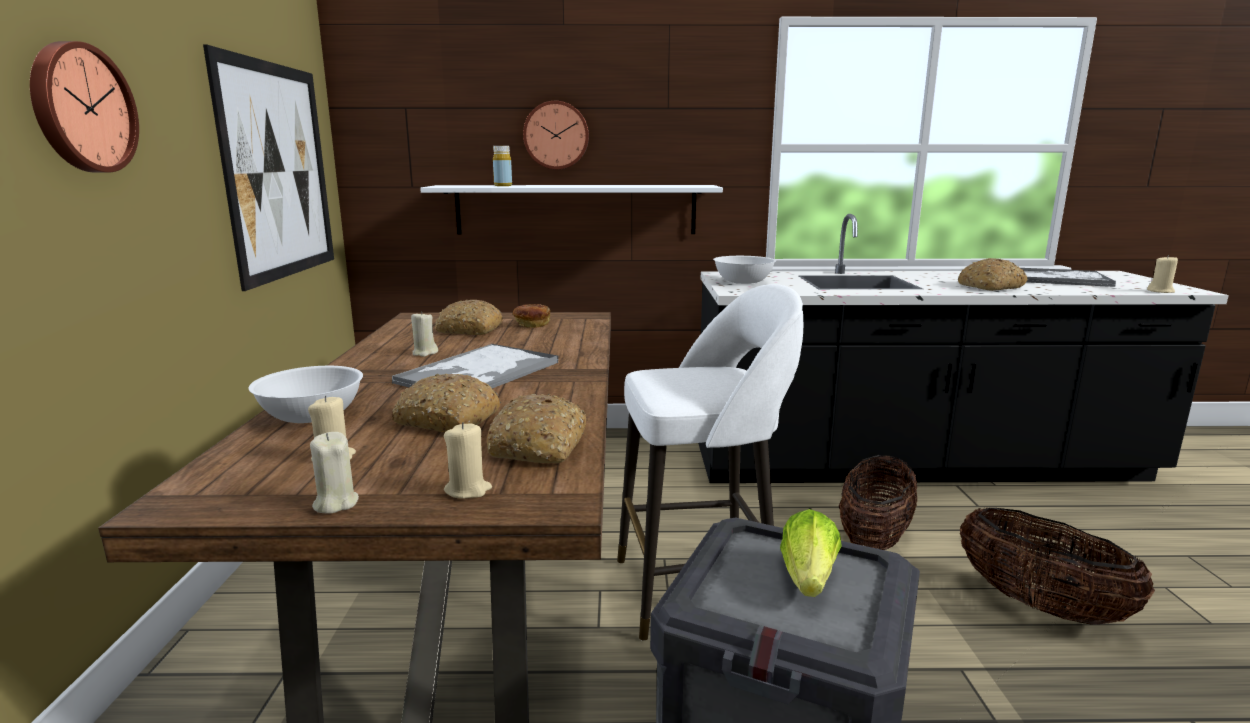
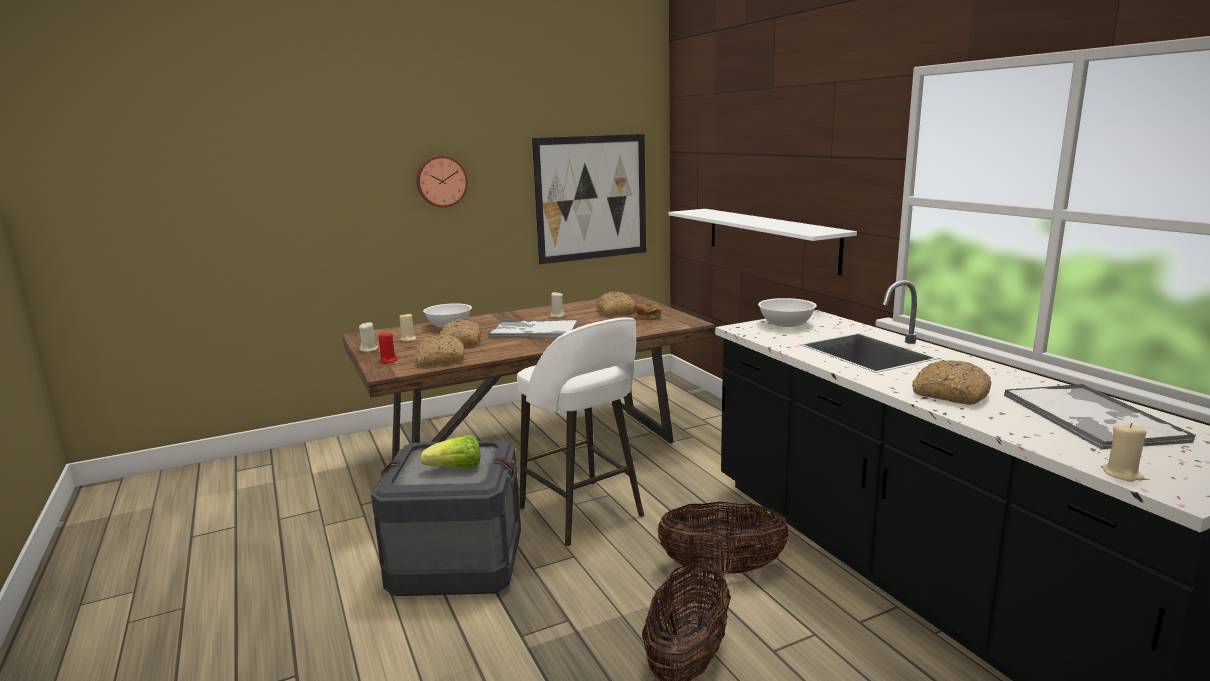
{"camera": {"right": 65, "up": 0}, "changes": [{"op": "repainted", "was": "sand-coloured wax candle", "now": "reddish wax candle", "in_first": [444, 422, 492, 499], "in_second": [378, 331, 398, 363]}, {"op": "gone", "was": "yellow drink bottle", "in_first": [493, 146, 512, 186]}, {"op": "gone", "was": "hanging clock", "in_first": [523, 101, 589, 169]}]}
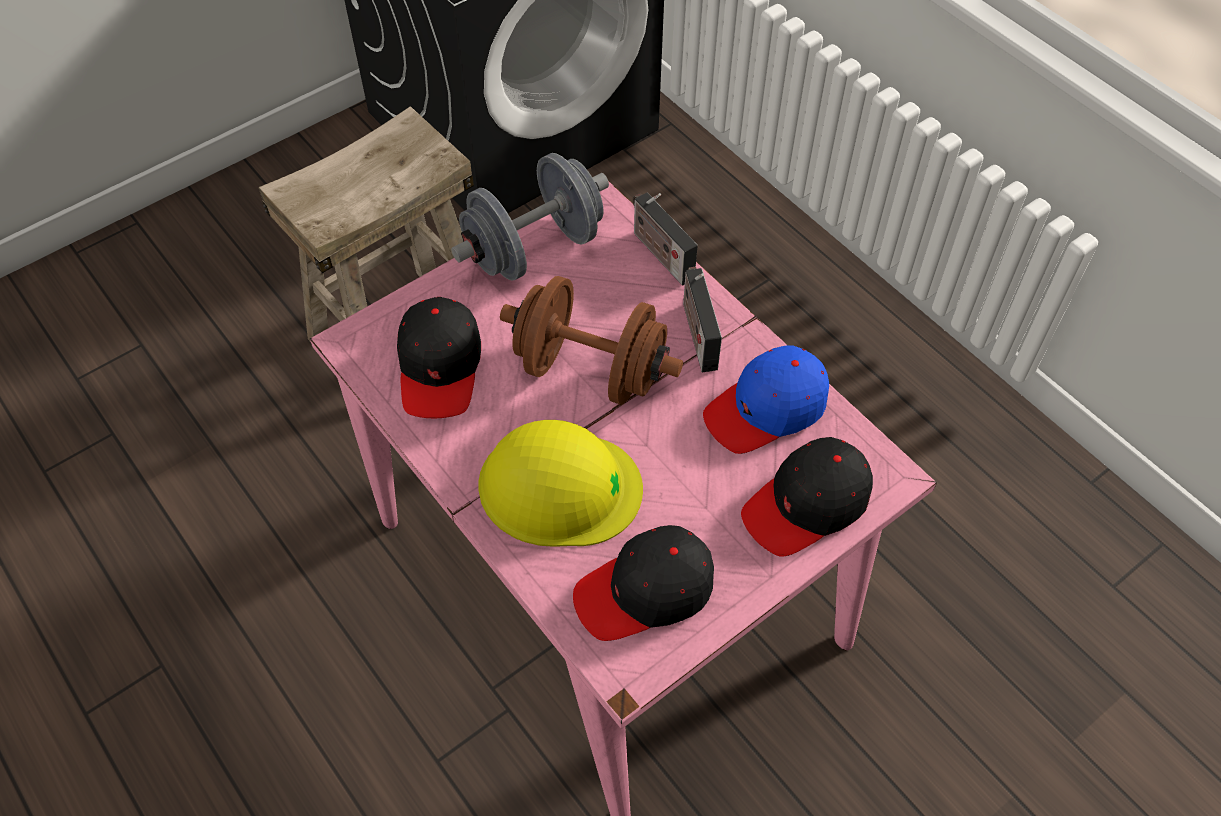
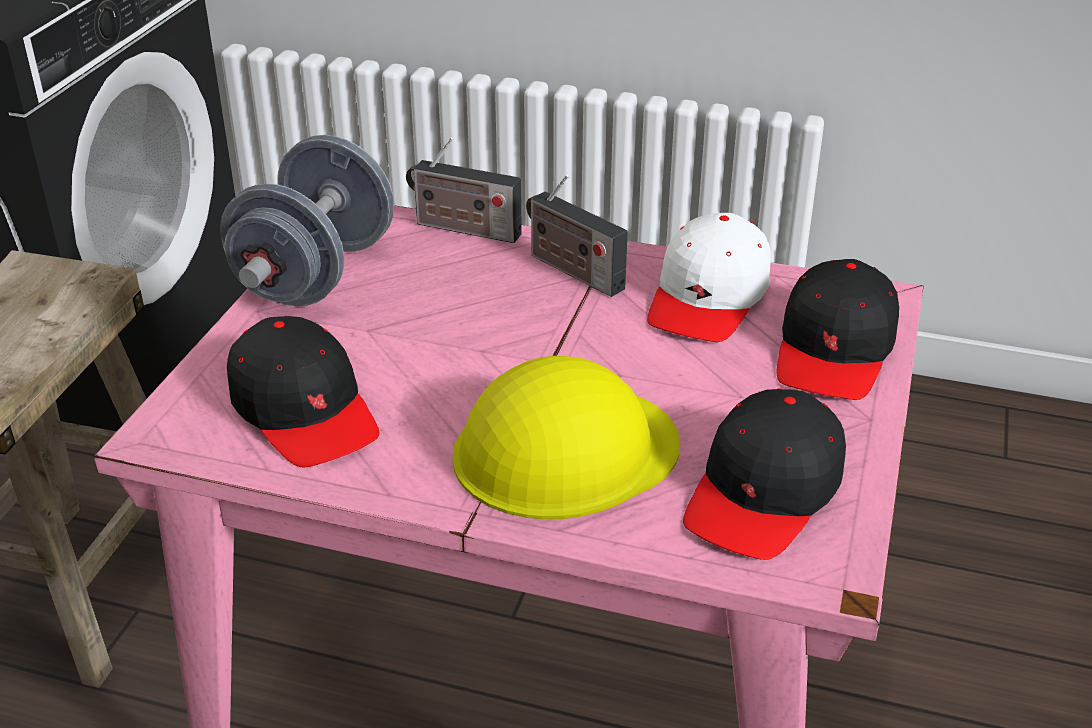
{"camera": {"right": -35, "up": -20}, "changes": [{"op": "gone", "was": "brownish free weight", "in_first": [500, 276, 683, 405]}, {"op": "repainted", "was": "bluish peaked cap", "now": "white peaked cap", "in_first": [703, 345, 829, 454], "in_second": [647, 213, 771, 342]}]}
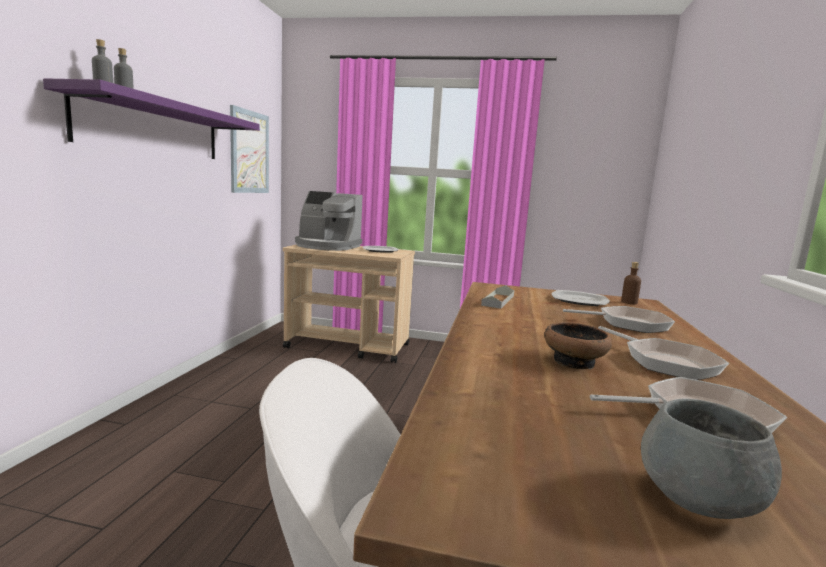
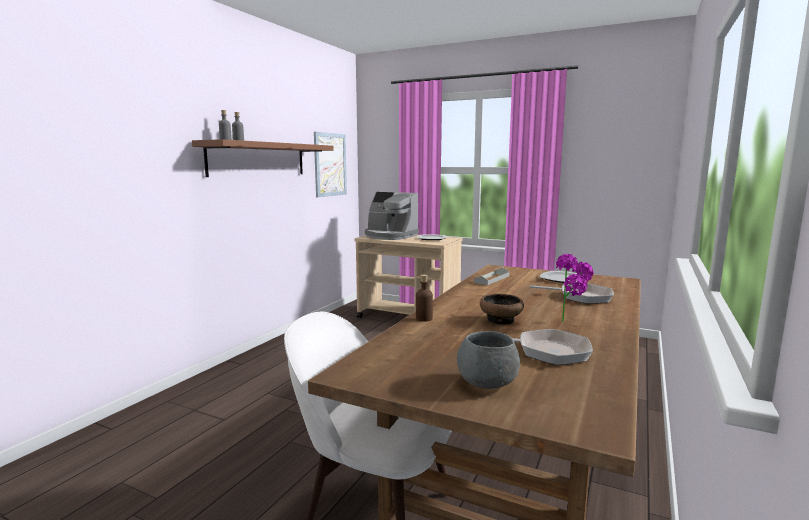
{"camera": {"right": 15, "up": 0}, "changes": [{"op": "repainted", "was": "purplish bracket shelf", "now": "brownish bracket shelf", "in_first": [43, 78, 260, 159], "in_second": [192, 139, 333, 177]}, {"op": "swapped", "was": "frying pan", "now": "potted plant", "in_first": [598, 326, 729, 380], "in_second": [556, 254, 594, 322]}, {"op": "shifted", "was": "brownish drink bottle", "in_first": [621, 262, 641, 304], "in_second": [416, 275, 433, 322]}]}
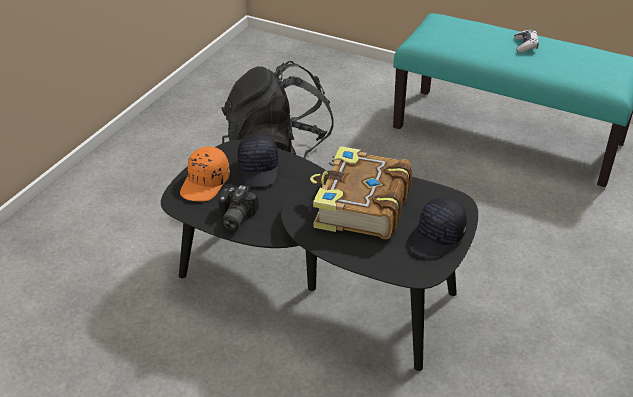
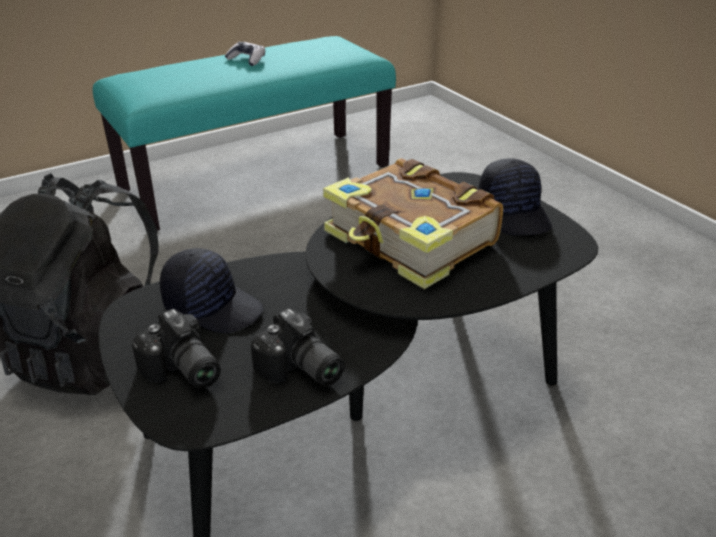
{"camera": {"right": -60, "up": -5}, "changes": [{"op": "swapped", "was": "orange-coloured peaked cap", "now": "photo camera", "in_first": [180, 146, 230, 201], "in_second": [132, 309, 221, 389]}]}
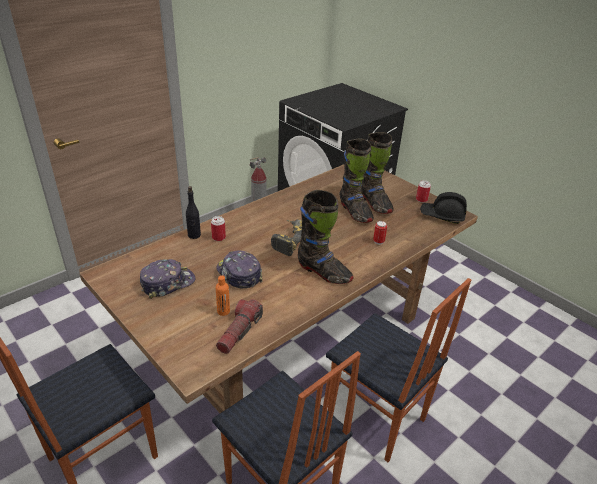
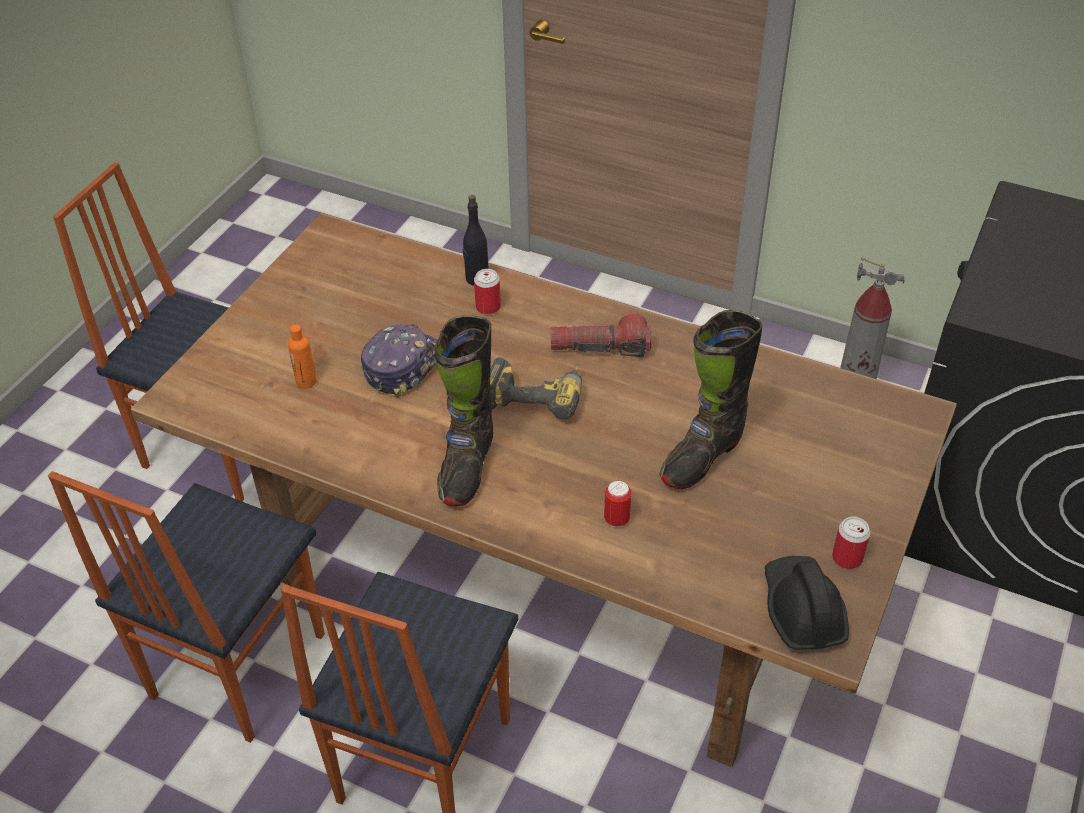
{"camera": {"right": 70, "up": 10}, "changes": [{"op": "gone", "was": "peaked cap", "in_first": [140, 259, 195, 299]}, {"op": "shifted", "was": "hand torch", "in_first": [216, 299, 263, 354], "in_second": [550, 314, 652, 357]}, {"op": "gone", "was": "blackish high-top boot", "in_first": [362, 132, 394, 214]}]}
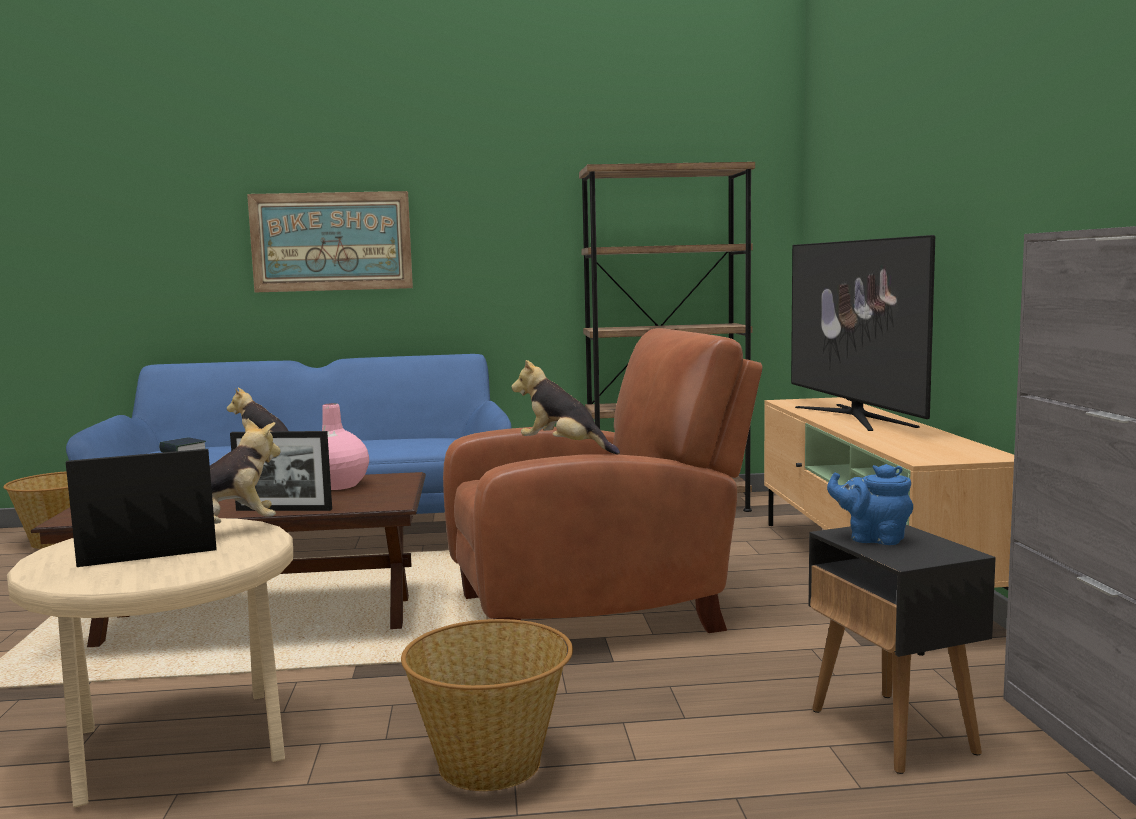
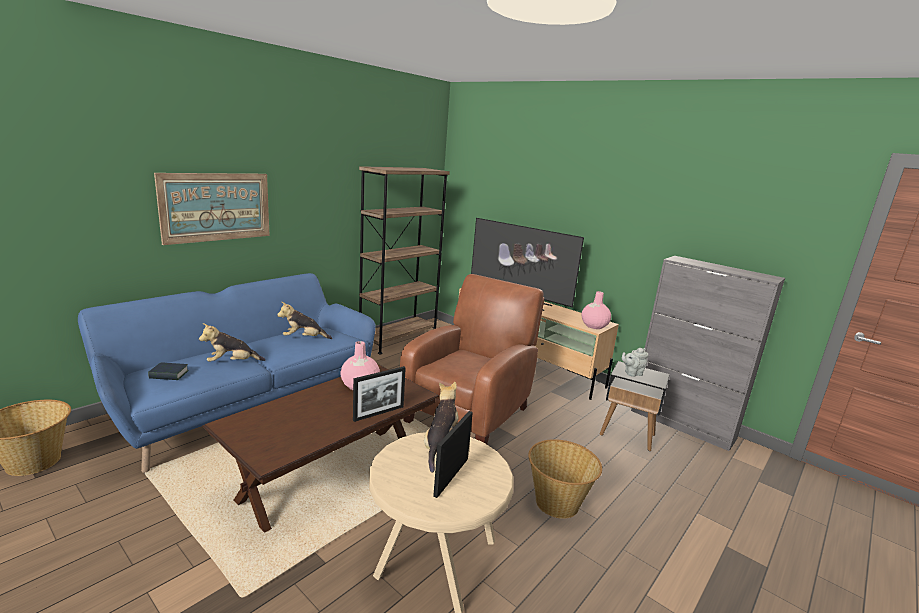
{"camera": {"right": -45, "up": 10}, "changes": [{"op": "shifted", "was": "plush toy", "in_first": [511, 360, 620, 454], "in_second": [277, 302, 332, 339]}, {"op": "repainted", "was": "bluish tea pot", "now": "grey tea pot", "in_first": [827, 464, 913, 545], "in_second": [622, 348, 648, 377]}, {"op": "new", "now": "pinkish decorative vase", "in_second": [581, 291, 611, 329]}]}
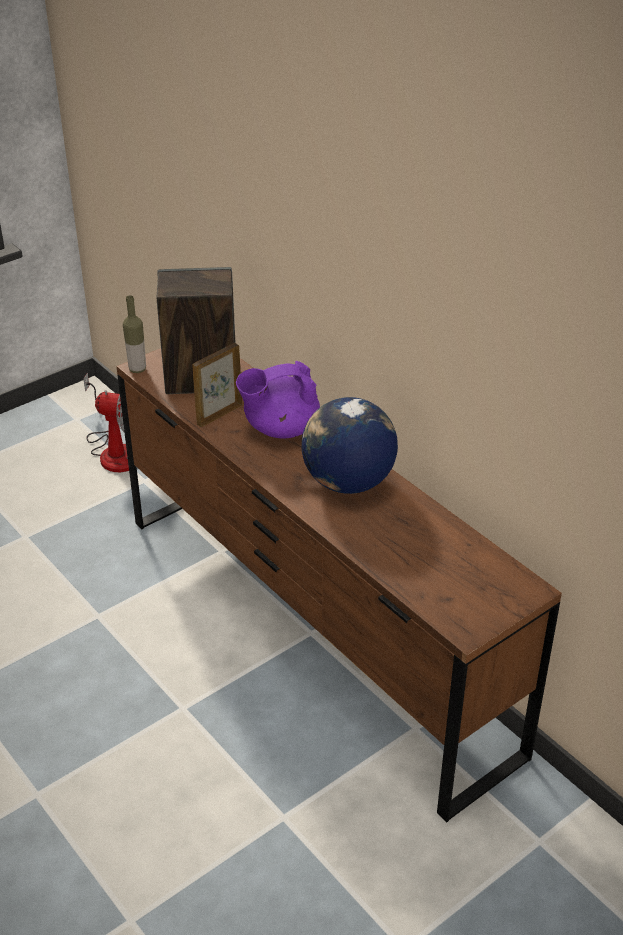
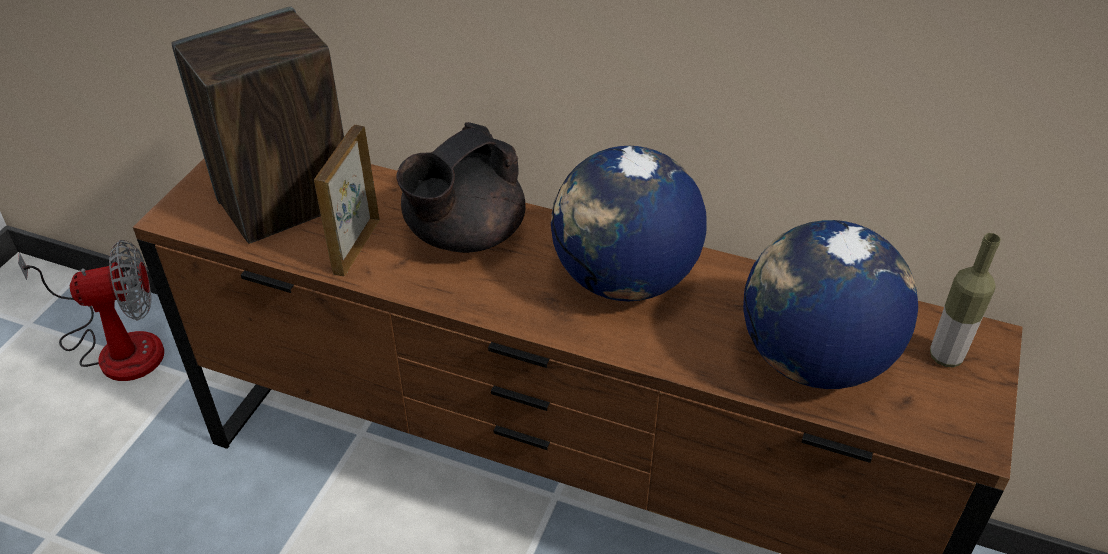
{"camera": {"right": -30, "up": 5}, "changes": [{"op": "shifted", "was": "drink bottle", "in_first": [123, 295, 146, 373], "in_second": [930, 233, 1001, 368]}, {"op": "repainted", "was": "purplish tea pot", "now": "blackish tea pot", "in_first": [236, 361, 320, 439], "in_second": [397, 122, 526, 253]}, {"op": "new", "now": "world globe", "in_second": [743, 220, 918, 389]}]}
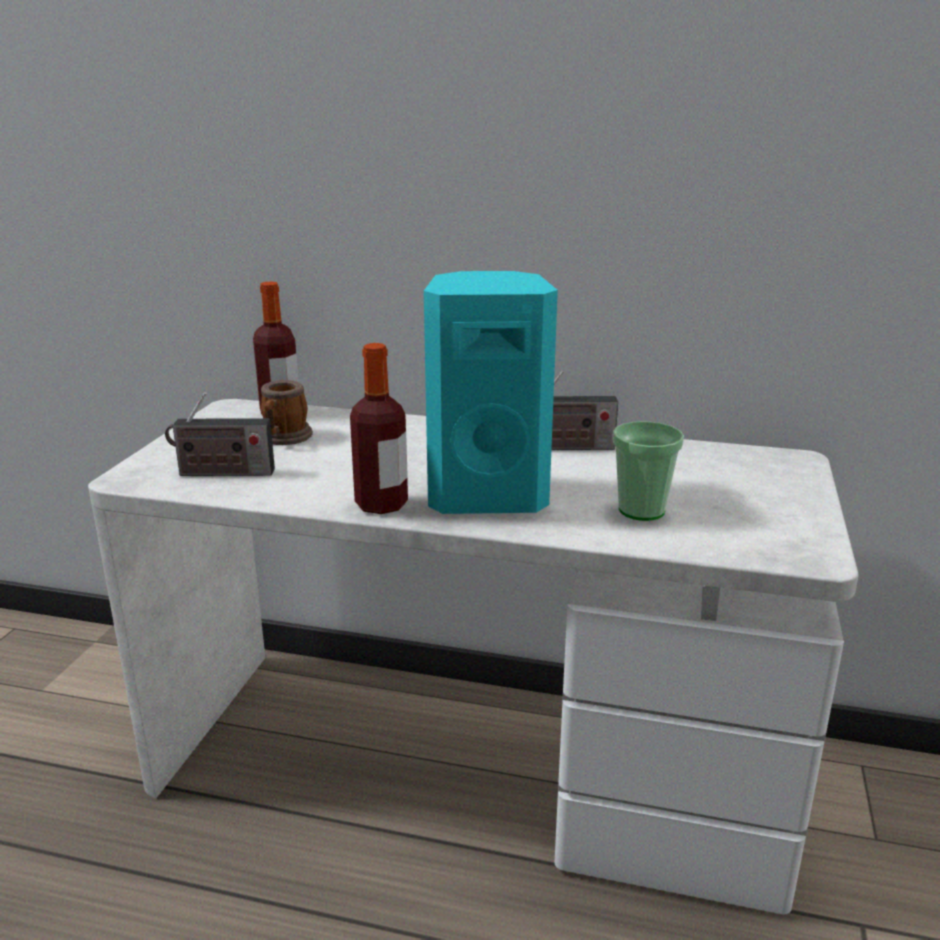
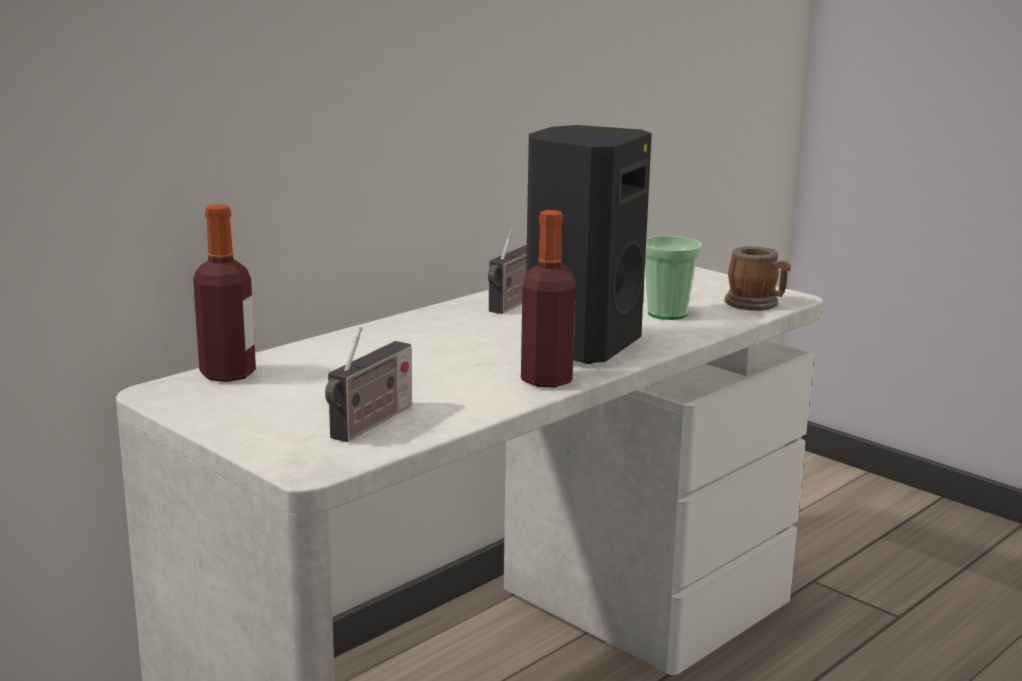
{"camera": {"right": -60, "up": -5}, "changes": [{"op": "shifted", "was": "mug", "in_first": [261, 380, 313, 445], "in_second": [724, 246, 791, 311]}, {"op": "repainted", "was": "turquoise loudspeaker", "now": "blackish loudspeaker", "in_first": [424, 271, 558, 514], "in_second": [526, 125, 652, 364]}]}
